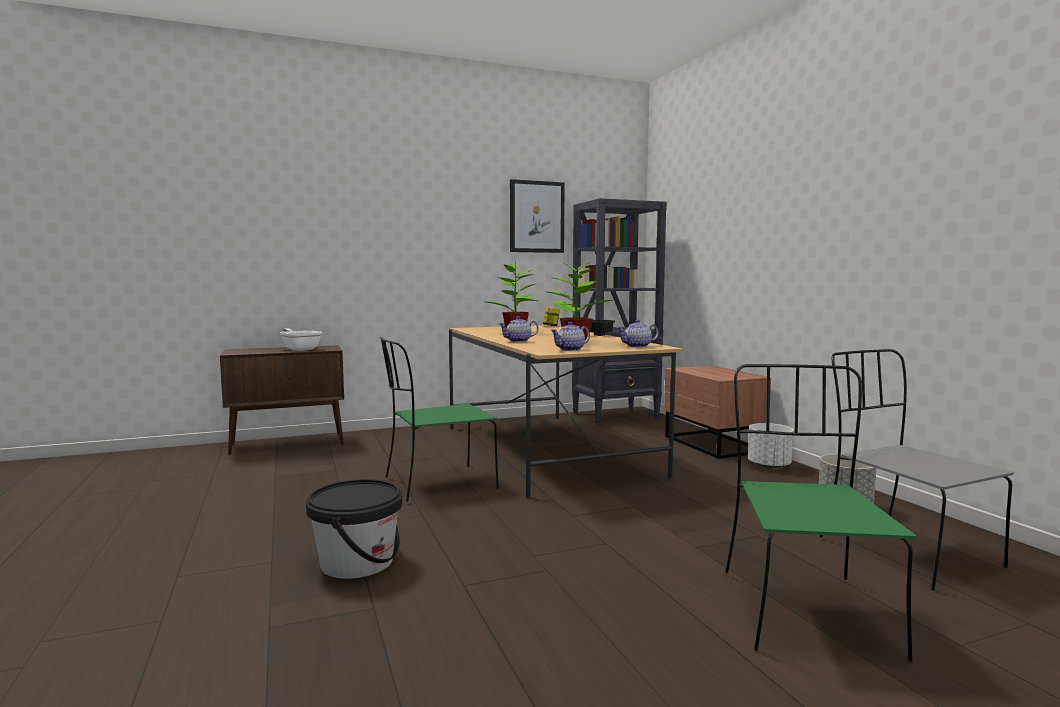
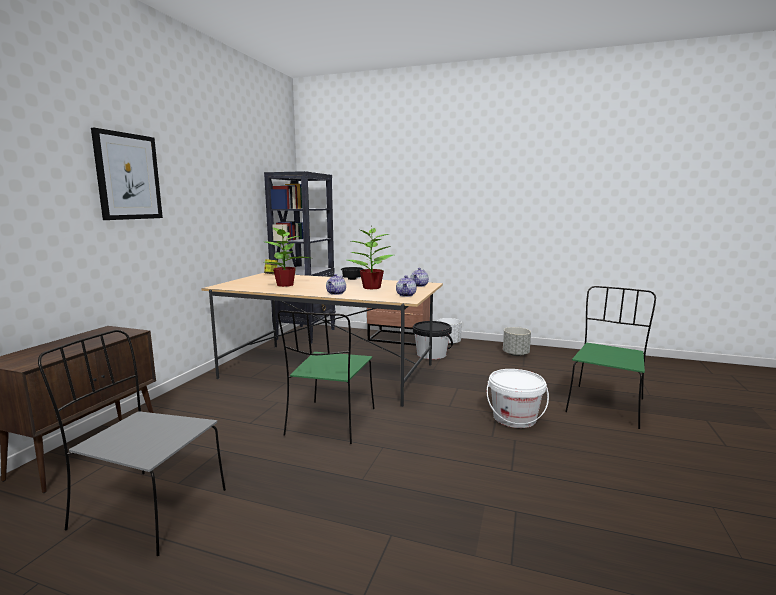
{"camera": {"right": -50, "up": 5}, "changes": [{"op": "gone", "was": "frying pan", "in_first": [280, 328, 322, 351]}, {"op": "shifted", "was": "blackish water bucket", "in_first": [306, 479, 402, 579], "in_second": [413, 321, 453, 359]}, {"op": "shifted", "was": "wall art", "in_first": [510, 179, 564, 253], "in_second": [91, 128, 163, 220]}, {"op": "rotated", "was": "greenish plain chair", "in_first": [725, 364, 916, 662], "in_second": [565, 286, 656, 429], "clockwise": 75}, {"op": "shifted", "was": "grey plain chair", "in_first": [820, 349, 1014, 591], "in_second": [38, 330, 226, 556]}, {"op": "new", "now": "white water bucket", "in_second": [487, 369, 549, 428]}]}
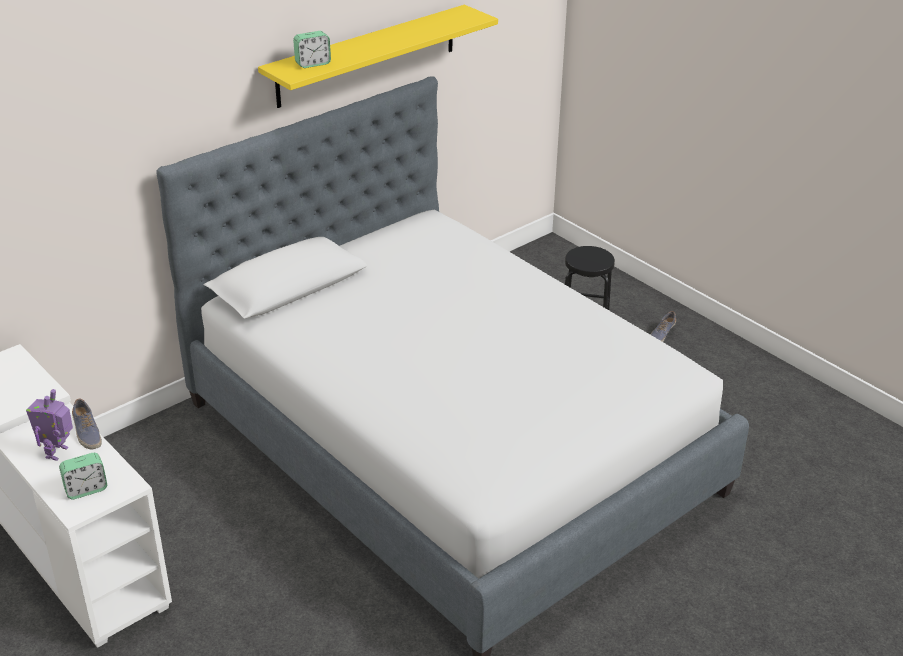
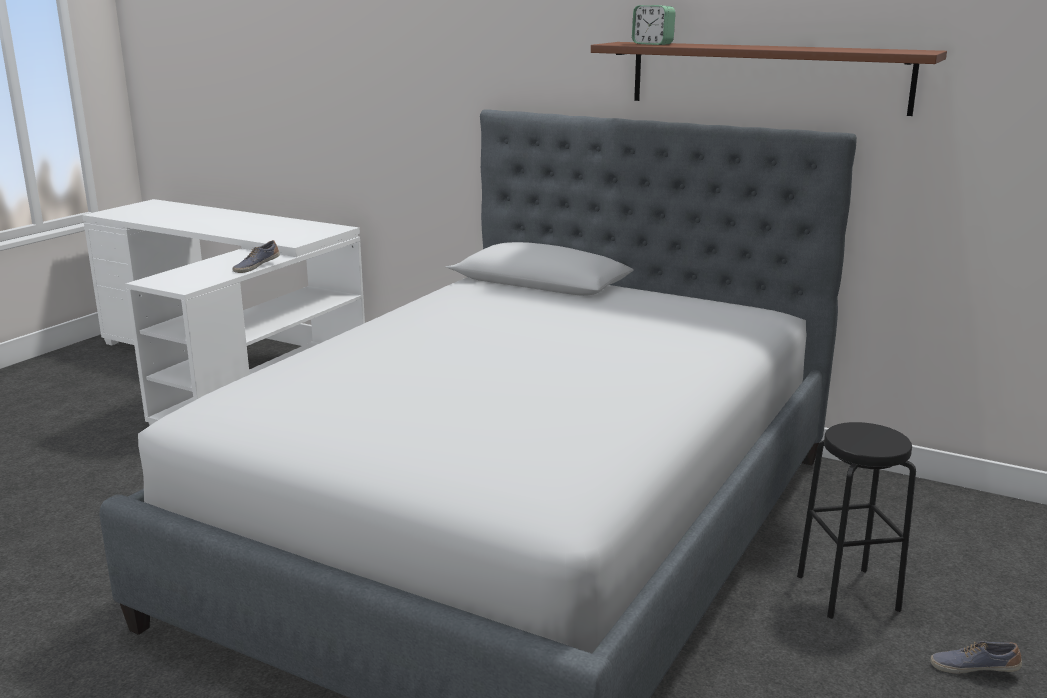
{"camera": {"right": 70, "up": -15}, "changes": [{"op": "gone", "was": "robot figure", "in_first": [26, 389, 73, 461]}, {"op": "gone", "was": "table clock", "in_first": [59, 453, 107, 499]}, {"op": "repainted", "was": "yellow bracket shelf", "now": "brownish bracket shelf", "in_first": [258, 5, 498, 108], "in_second": [591, 42, 947, 116]}]}
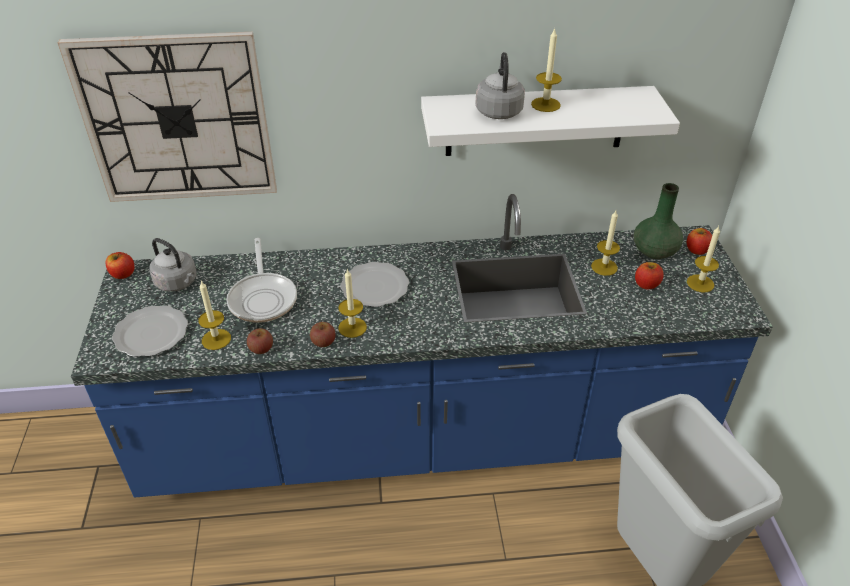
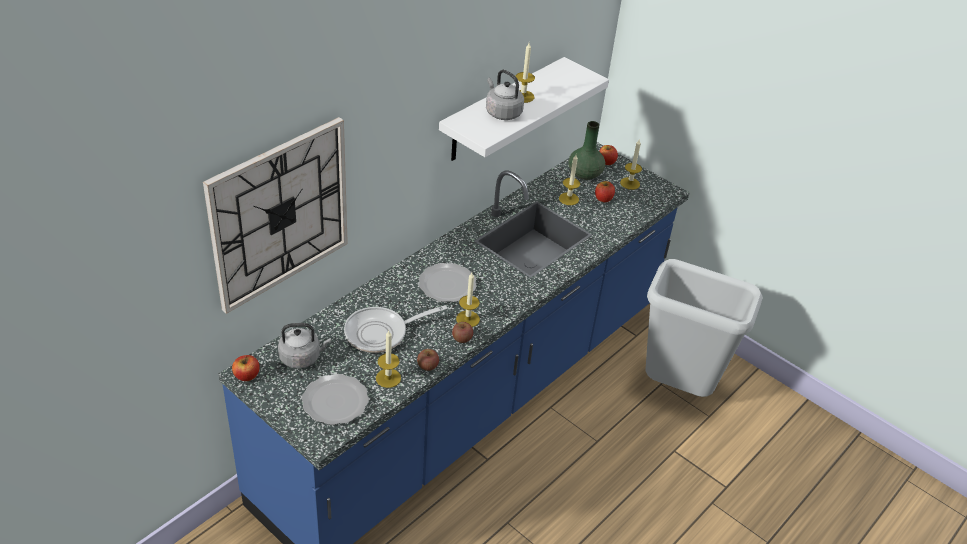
{"camera": {"right": -45, "up": 0}, "changes": [{"op": "rotated", "was": "frying pan", "in_first": [226, 238, 297, 323], "in_second": [344, 305, 448, 353], "clockwise": 120}]}
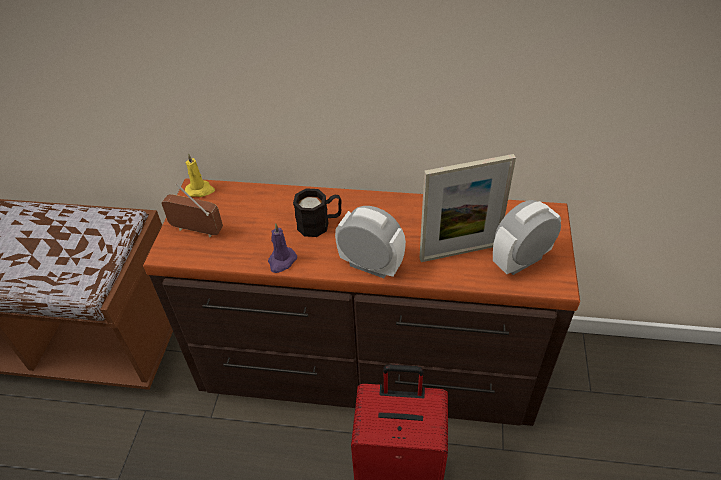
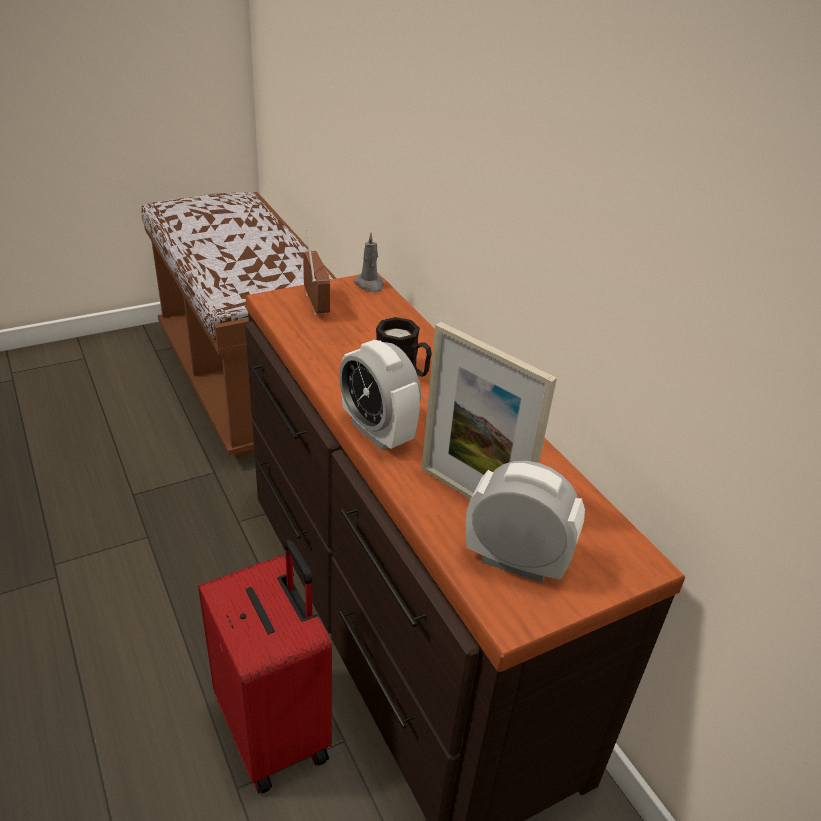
{"camera": {"right": 50, "up": -10}, "changes": [{"op": "repainted", "was": "yellow wax candle", "now": "grey wax candle", "in_first": [185, 153, 215, 197], "in_second": [353, 233, 384, 293]}, {"op": "gone", "was": "purplish wax candle", "in_first": [268, 223, 297, 273]}, {"op": "rotated", "was": "table clock", "in_first": [335, 206, 406, 278], "in_second": [339, 340, 421, 450], "clockwise": 150}]}
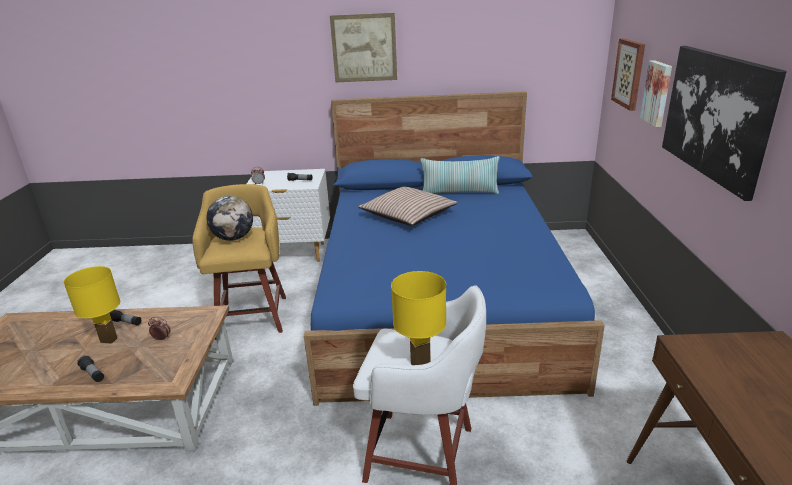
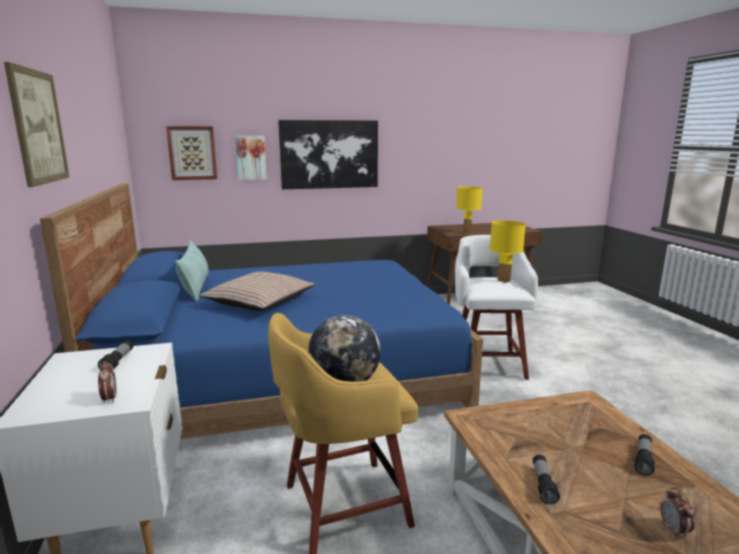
{"camera": {"right": -105, "up": -10}, "changes": [{"op": "shifted", "was": "yellow lamp for a table", "in_first": [64, 266, 120, 344], "in_second": [456, 186, 482, 233]}, {"op": "shifted", "was": "table clock", "in_first": [148, 317, 170, 341], "in_second": [660, 487, 695, 538]}]}
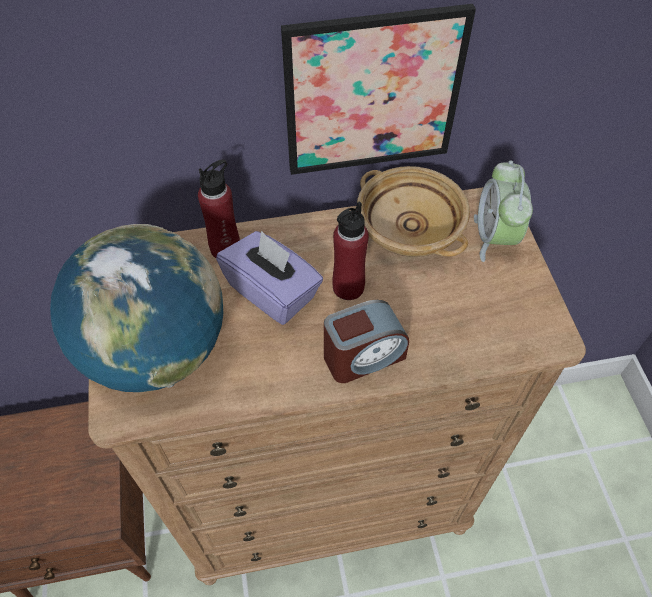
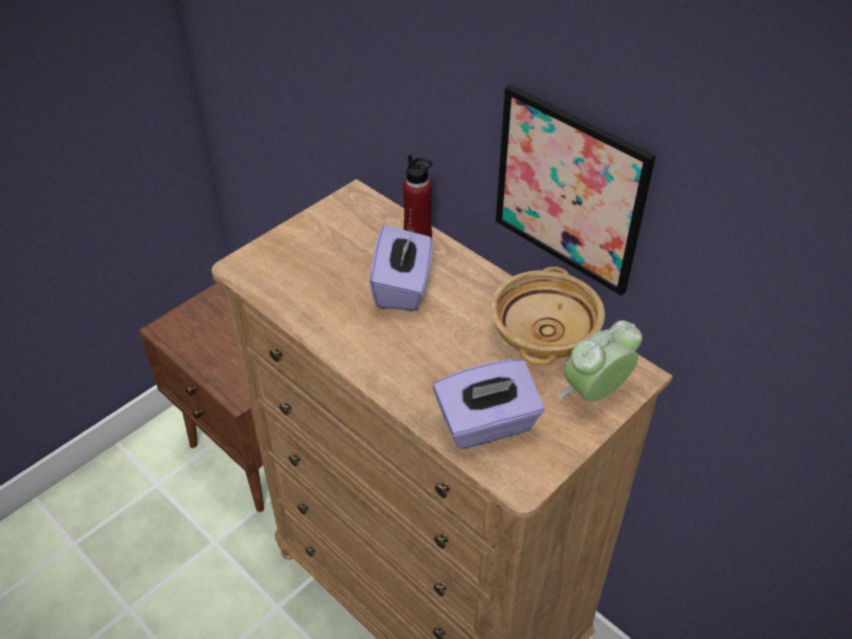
{"camera": {"right": 55, "up": -10}, "changes": [{"op": "gone", "was": "world globe", "in_first": [50, 224, 223, 392]}, {"op": "gone", "was": "table clock", "in_first": [324, 300, 409, 383]}, {"op": "gone", "was": "reddish drink bottle", "in_first": [332, 201, 369, 300]}, {"op": "new", "now": "purplish box of tissues", "in_second": [433, 359, 544, 449]}]}
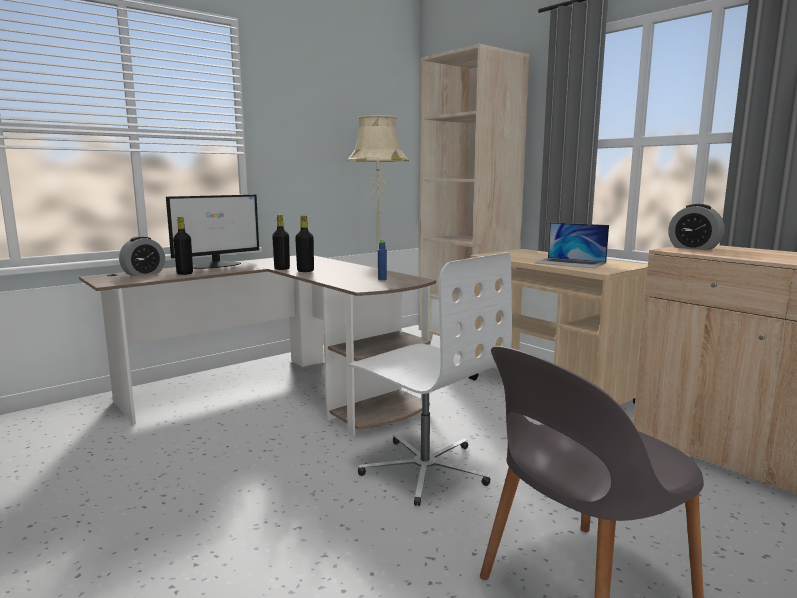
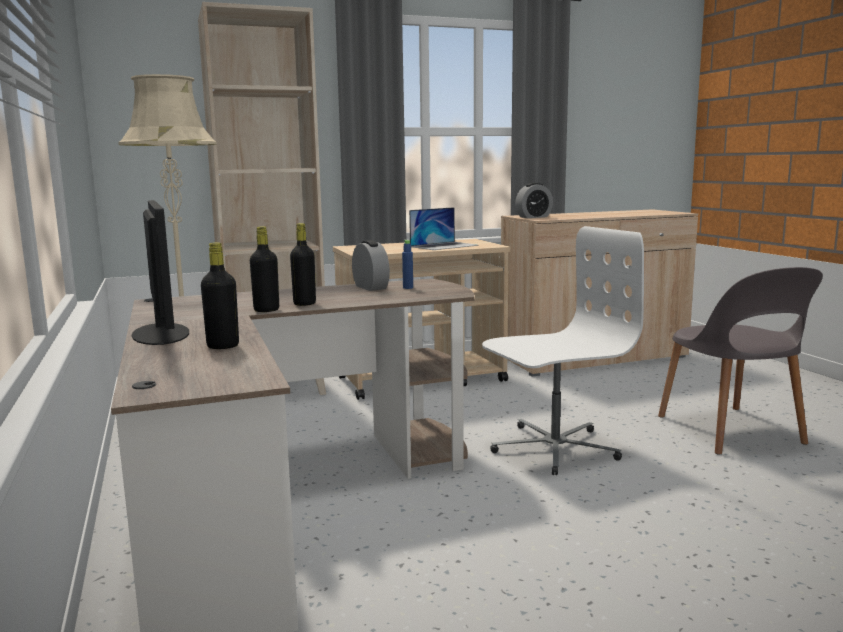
{"camera": {"right": -70, "up": 0}, "changes": [{"op": "shifted", "was": "table clock", "in_first": [119, 236, 165, 276], "in_second": [352, 240, 390, 291]}]}
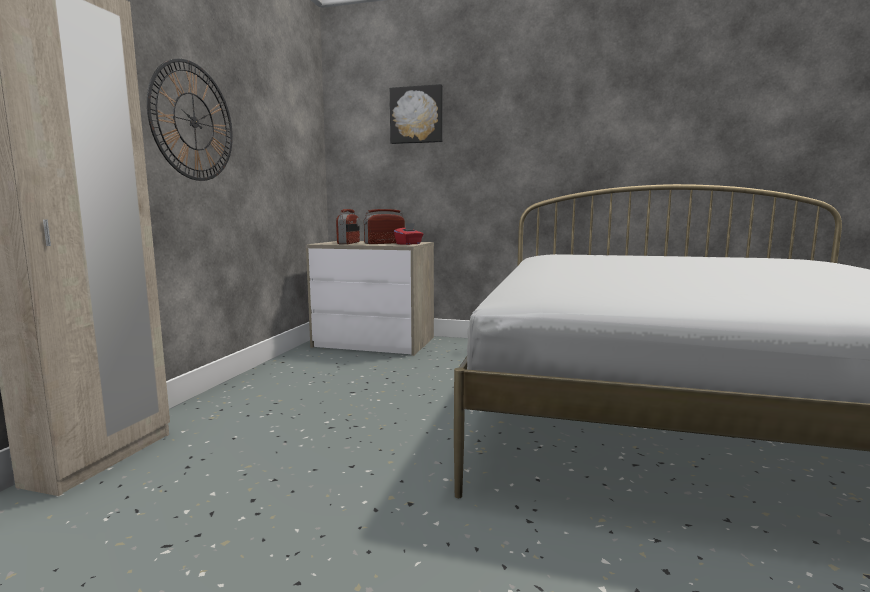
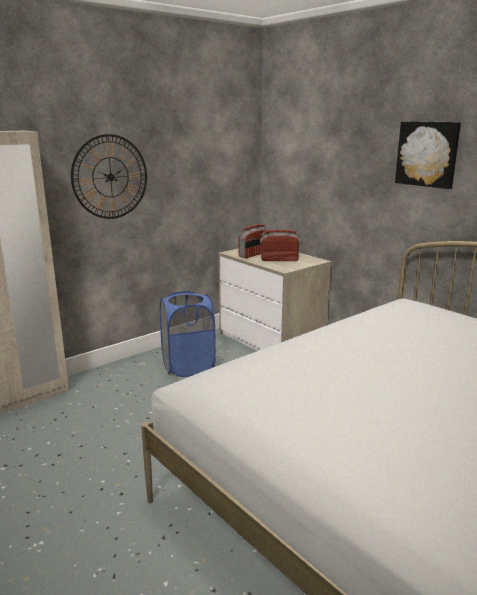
{"camera": {"right": 35, "up": 10}, "changes": [{"op": "shifted", "was": "wall art", "in_first": [390, 84, 443, 144], "in_second": [395, 121, 461, 189]}, {"op": "gone", "was": "reddish box of tissues", "in_first": [394, 223, 423, 245]}, {"op": "new", "now": "bluish laundry basket", "in_second": [160, 291, 216, 377]}]}
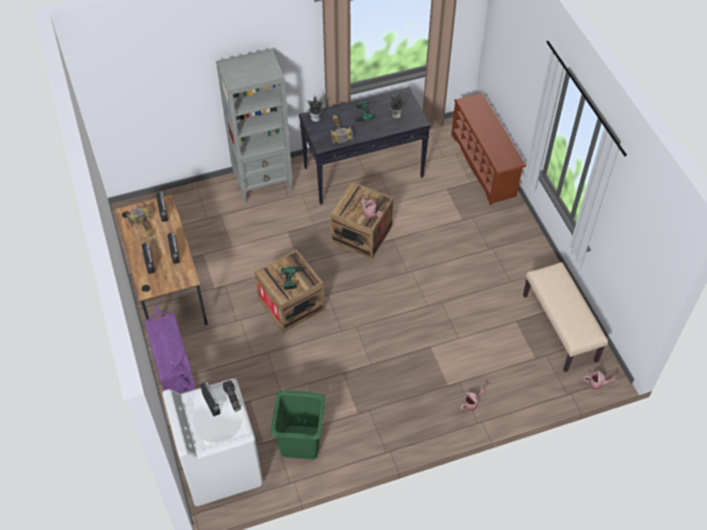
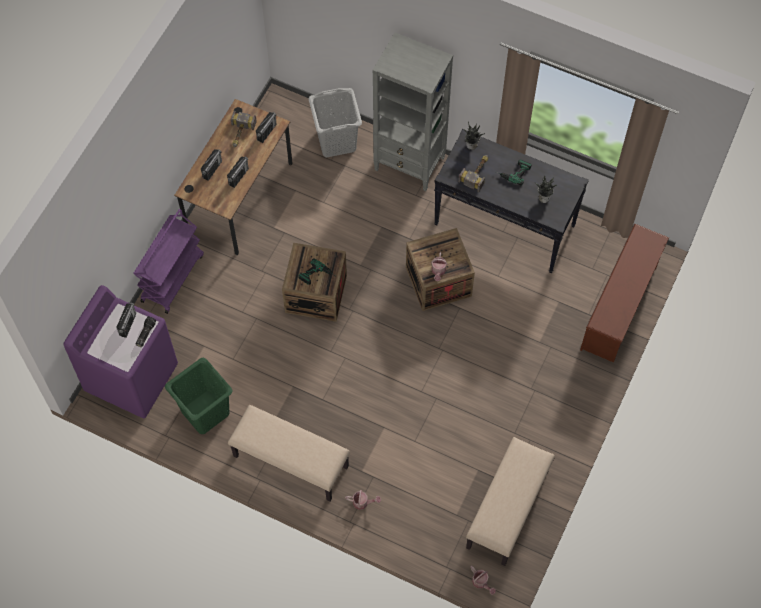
{"camera": {"right": 45, "up": 10}, "changes": [{"op": "repainted", "was": "white laundry machine", "now": "purplish laundry machine", "in_first": [162, 378, 263, 506], "in_second": [63, 285, 178, 418]}, {"op": "new", "now": "sand-coloured long seat", "in_second": [228, 405, 350, 502]}, {"op": "new", "now": "grey laundry basket", "in_second": [309, 88, 362, 157]}]}
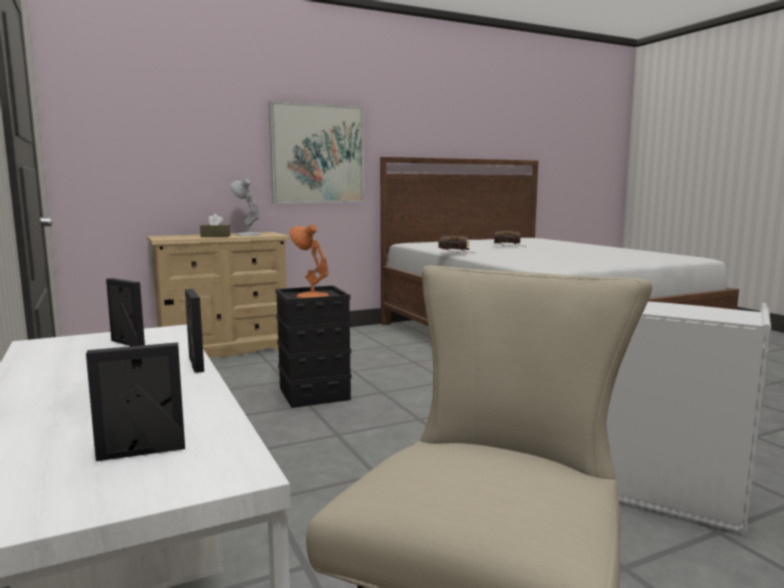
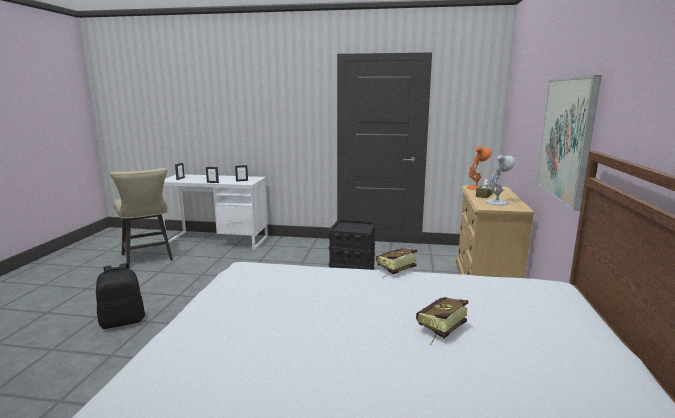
{"camera": {"right": 125, "up": 5}, "changes": [{"op": "shifted", "was": "orange-coloured lamp for a table", "in_first": [290, 224, 329, 298], "in_second": [467, 146, 492, 190]}, {"op": "swapped", "was": "grey laundry basket", "now": "blackish backpack", "in_first": [607, 301, 771, 535], "in_second": [96, 263, 145, 329]}]}
